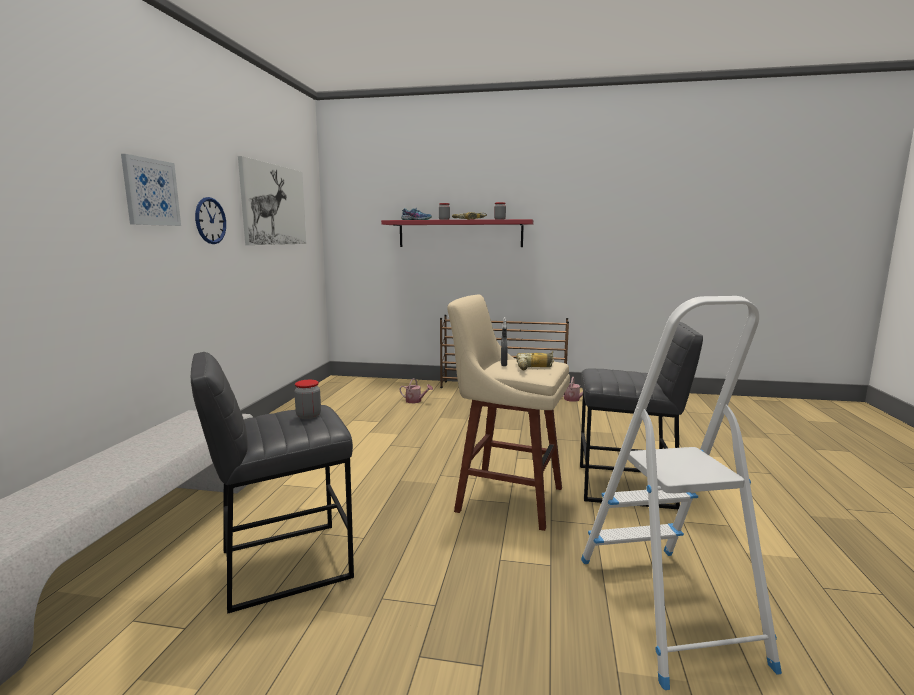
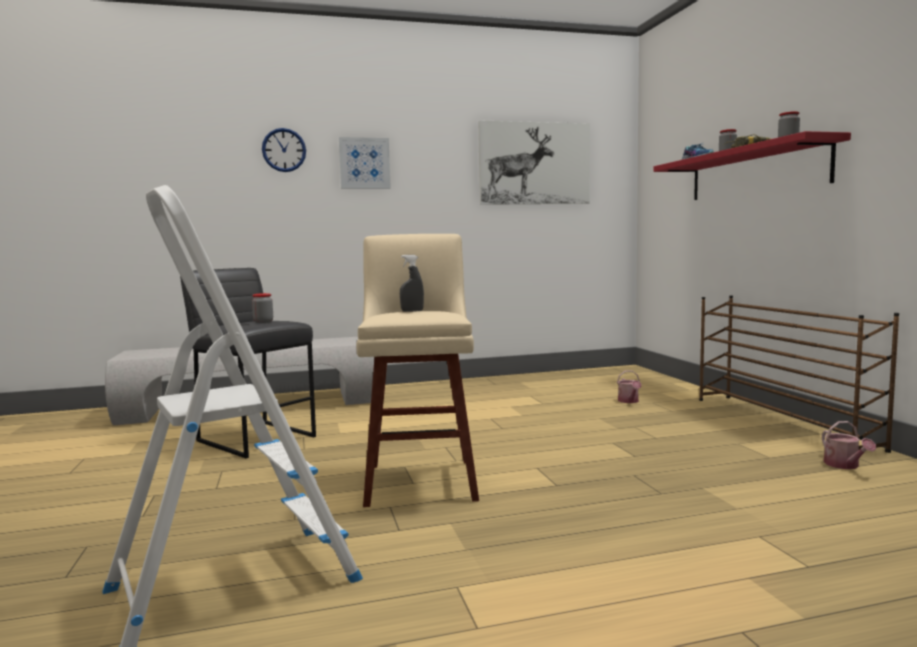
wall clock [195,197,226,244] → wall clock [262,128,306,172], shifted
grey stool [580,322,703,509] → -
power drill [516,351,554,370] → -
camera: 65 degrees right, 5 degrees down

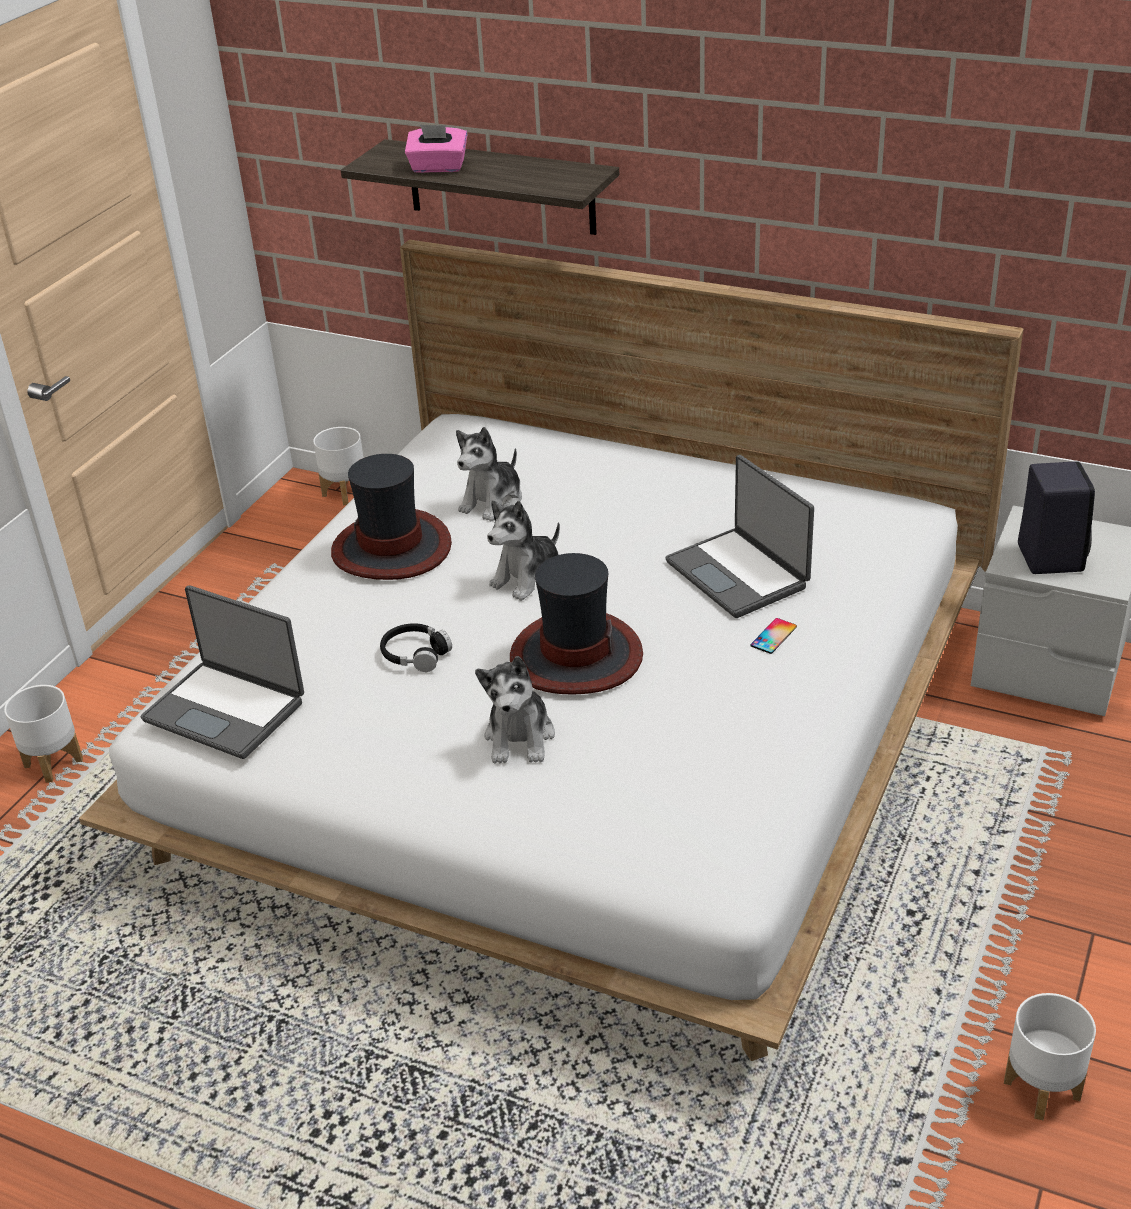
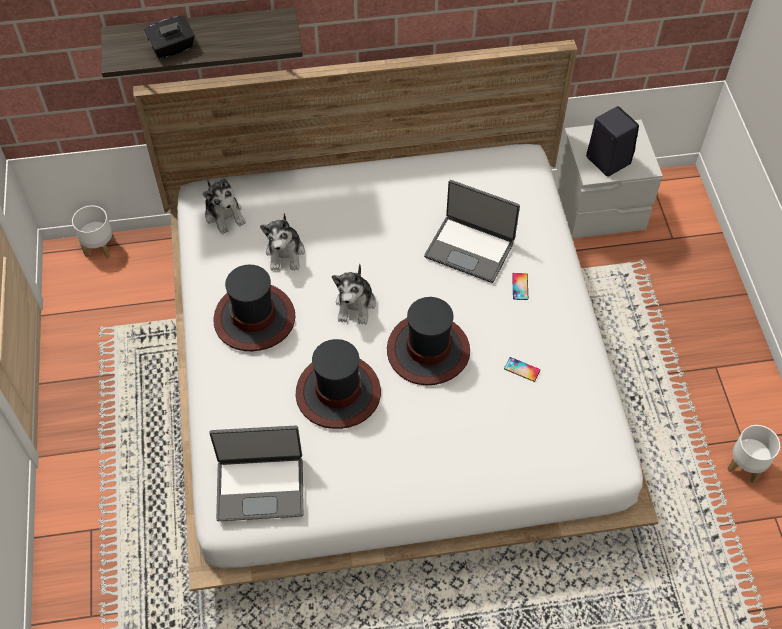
pink tissue box [405,125,468,173] → black tissue box [144,16,195,59]
black headphones [380,623,452,672] → hat [296,339,381,429]
plush toy [475,656,555,763] → plush toy [202,178,246,234], shifted
white planter [4,685,83,783] → -
- → phone [504,357,540,382]
camera: 35 degrees left, 20 degrees up

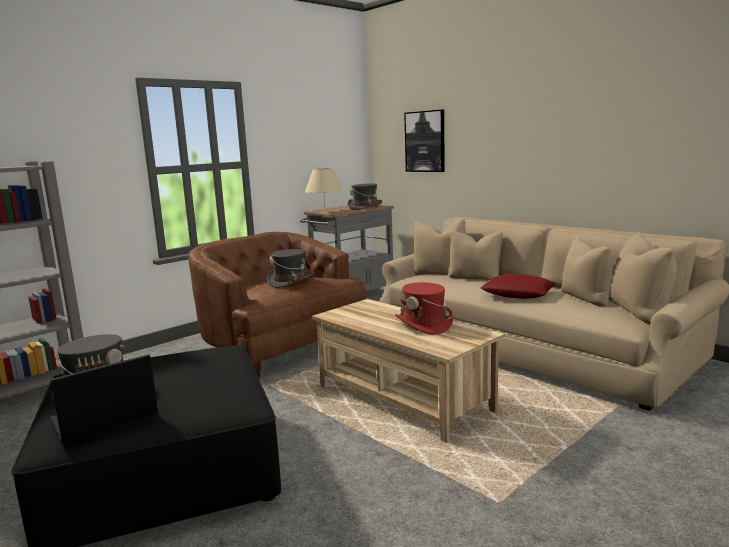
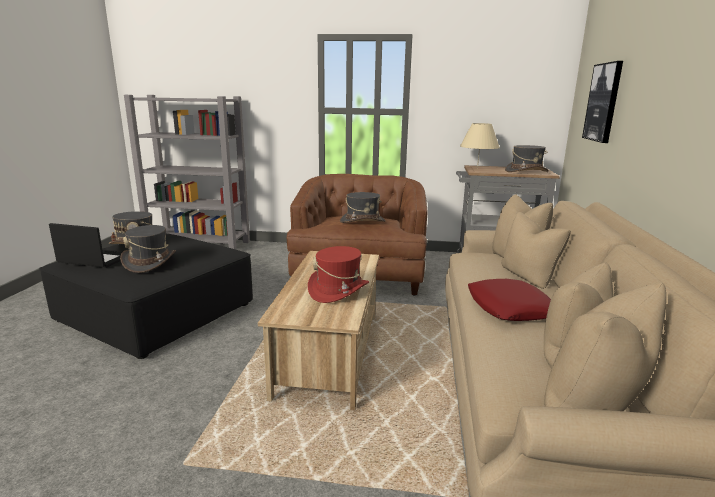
- → grey hat [120,225,176,273]
camera: 50 degrees right, 5 degrees up

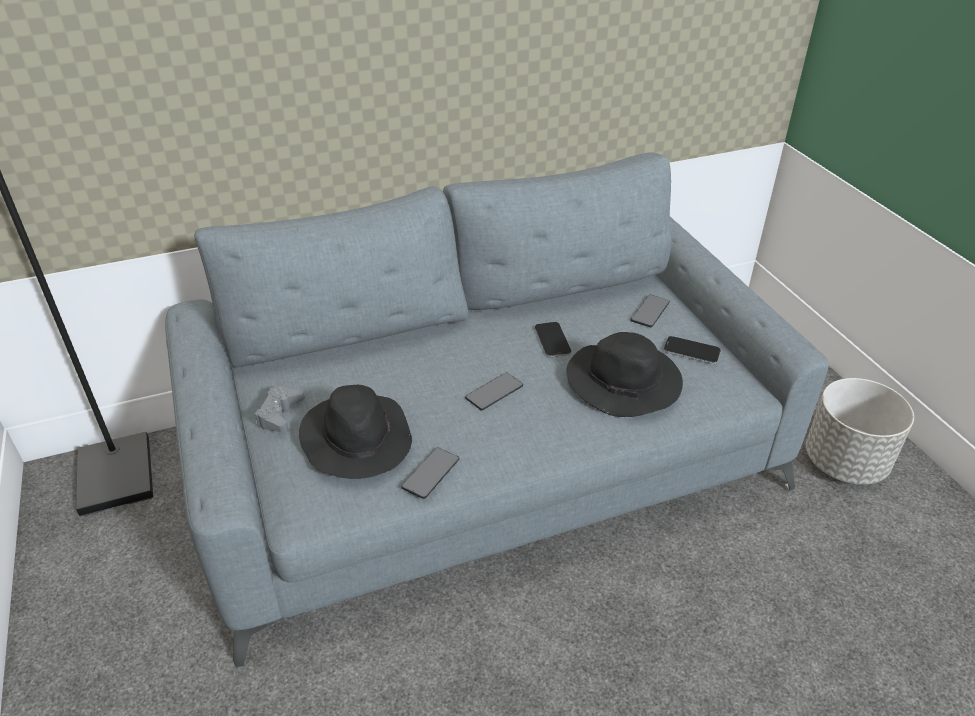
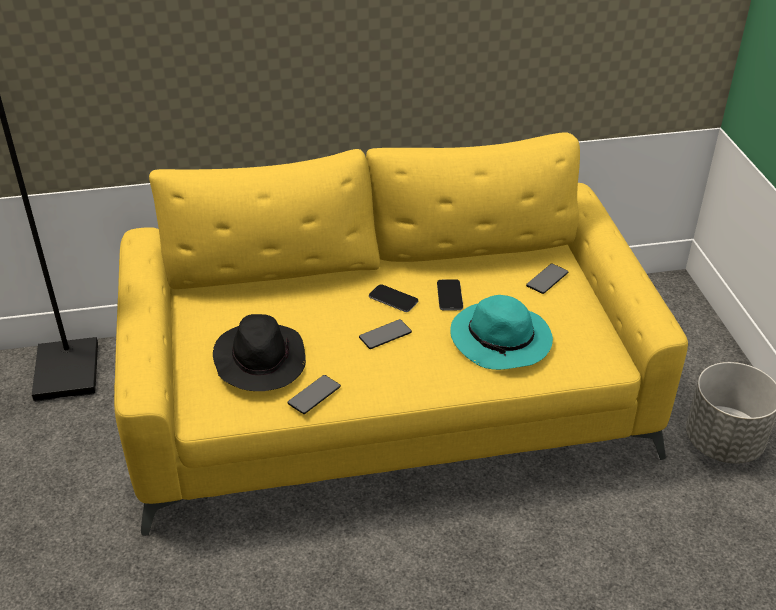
grey sofa [165,152,829,667] → yellow sofa [114,132,688,536]
black hat [566,332,683,417] → turquoise hat [451,295,553,370]
phone [663,336,721,364] → phone [369,284,418,312], shifted
grey game controller [255,386,305,432] → -
camera: 10 degrees right, 0 degrees up

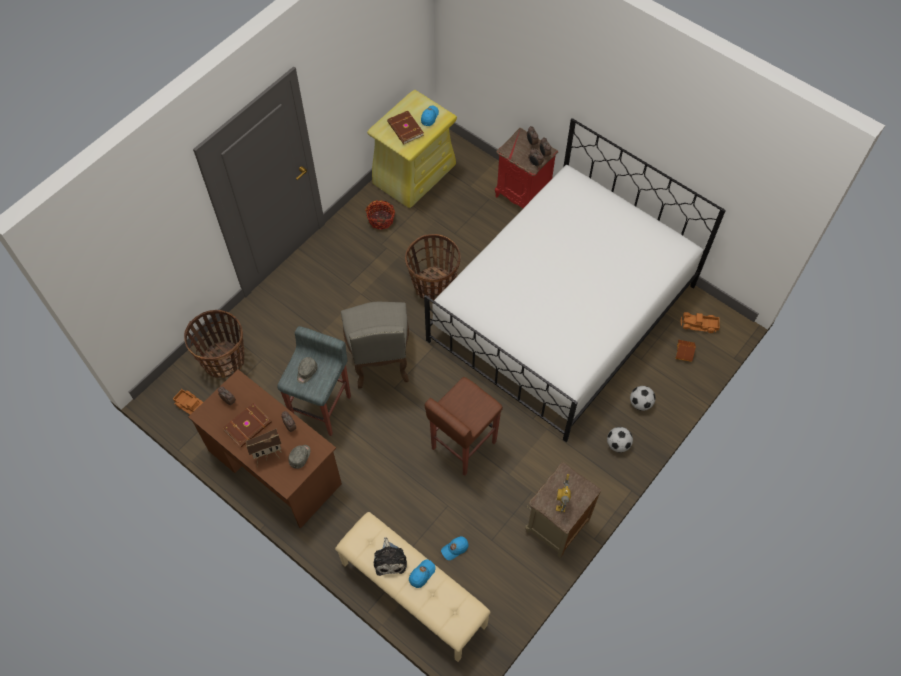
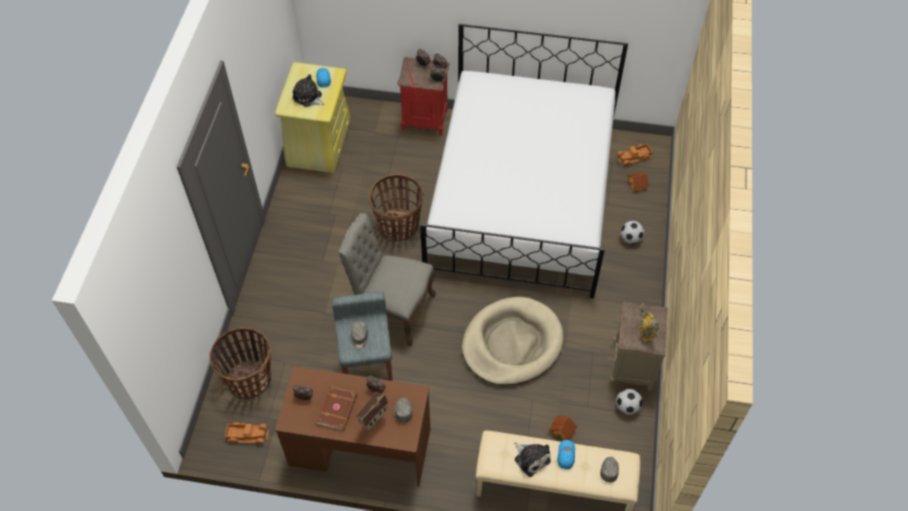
brown book [387,111,424,144] → plush toy [293,74,325,107]
basket [365,200,395,230] → -
grey chair [341,302,409,389] → grey chair [338,213,436,347], 150 degrees clockwise
brown stool [425,377,503,476] → beige dog bed [462,297,564,385]
football [607,427,633,452] → football [616,389,643,415], shifted
blue cap [441,536,469,560] → toy house [549,416,577,440]
- → grey cap [600,457,619,482]
camera: 30 degrees left, 5 degrees down

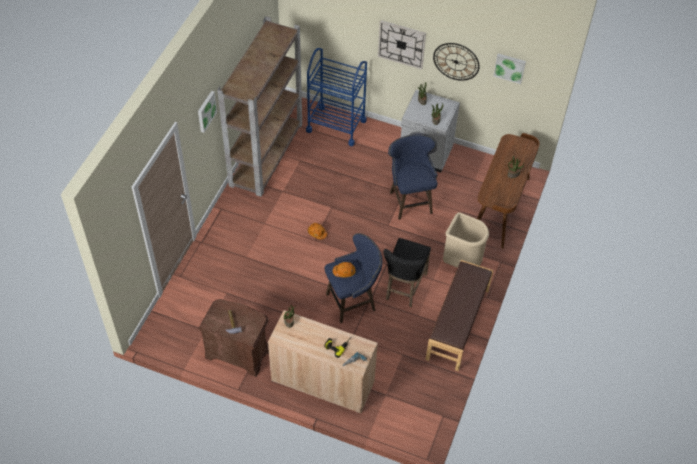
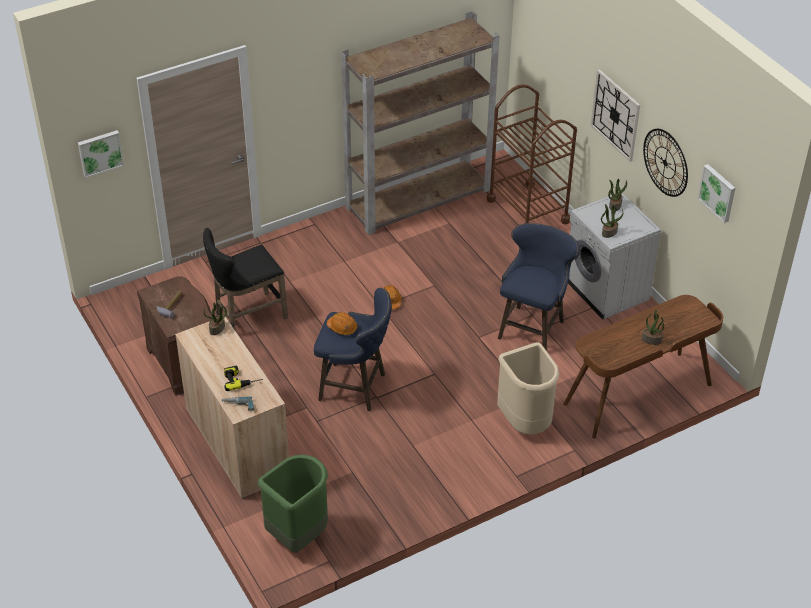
blue cart [306,48,367,146] → brown cart [487,84,577,224]
picture [198,91,217,133] → picture [78,130,124,178], shifted
black stool [383,238,431,307] → black stool [203,228,288,331], shifted
brown bench [425,260,493,371] → -
- → green trash can [258,455,328,553]
camera: 40 degrees right, 10 degrees down

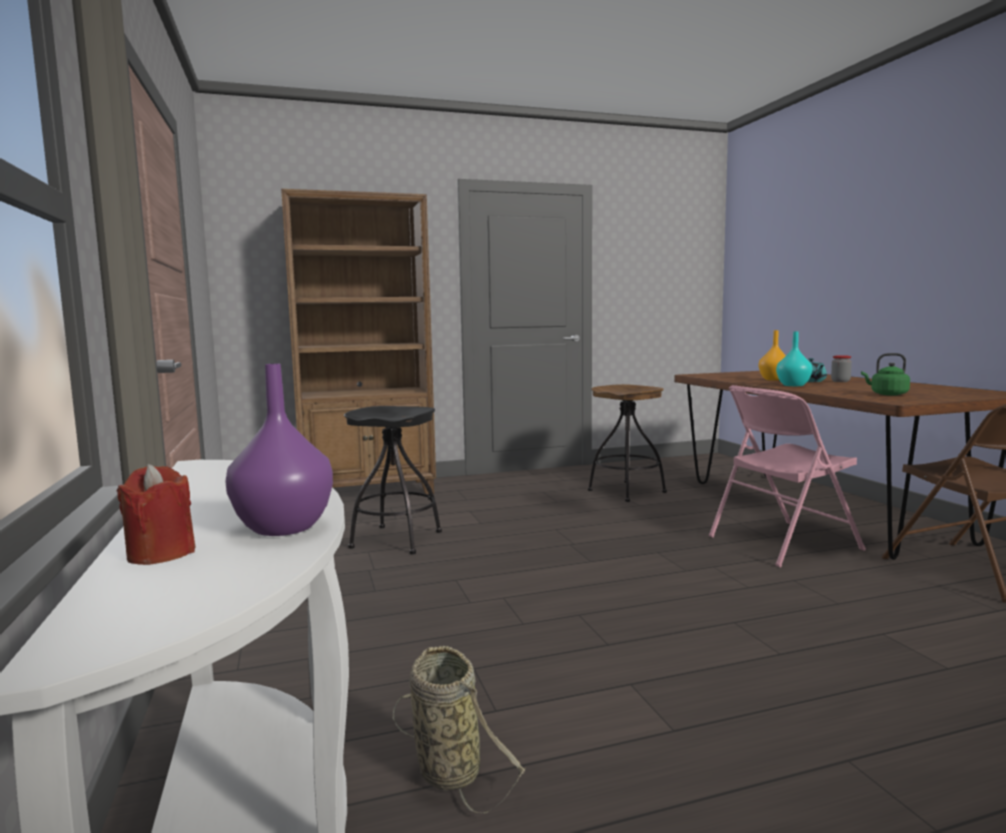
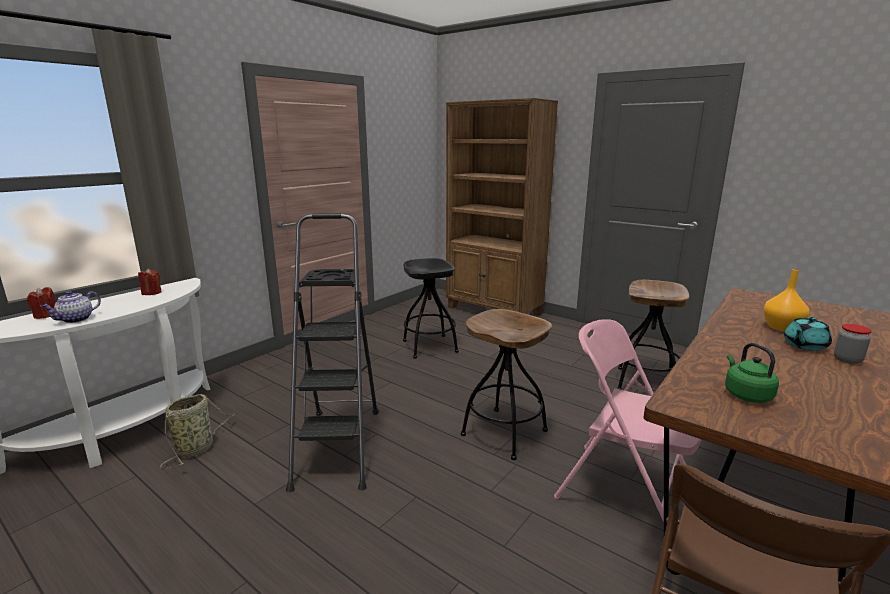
turquoise vase [776,331,812,386] → -
purple vase [225,364,333,536] → teapot [41,291,101,323]
- → step ladder [286,213,379,492]
- → red candle [138,268,162,295]
- → brown stool [461,309,552,460]
camera: 55 degrees right, 10 degrees up

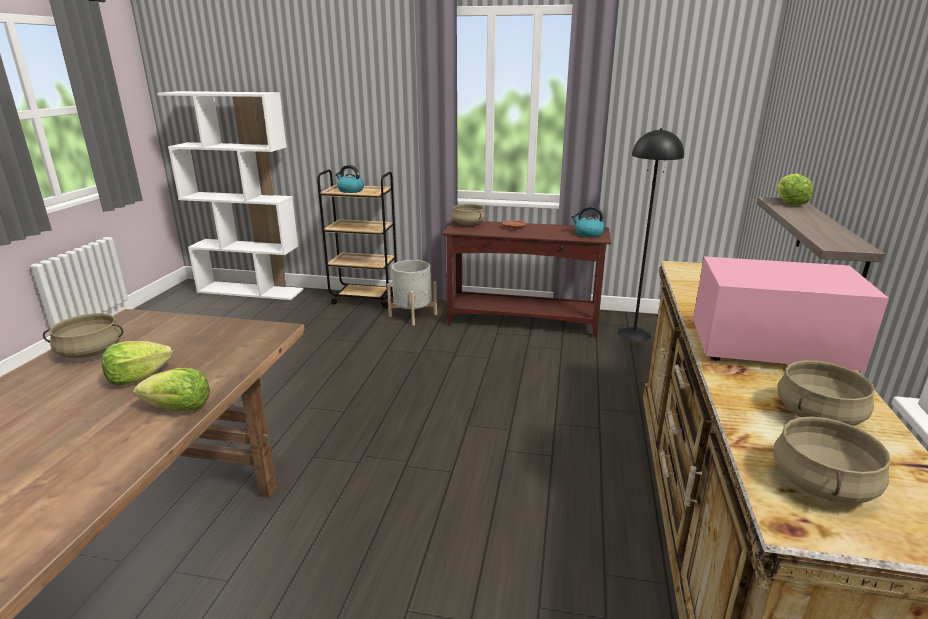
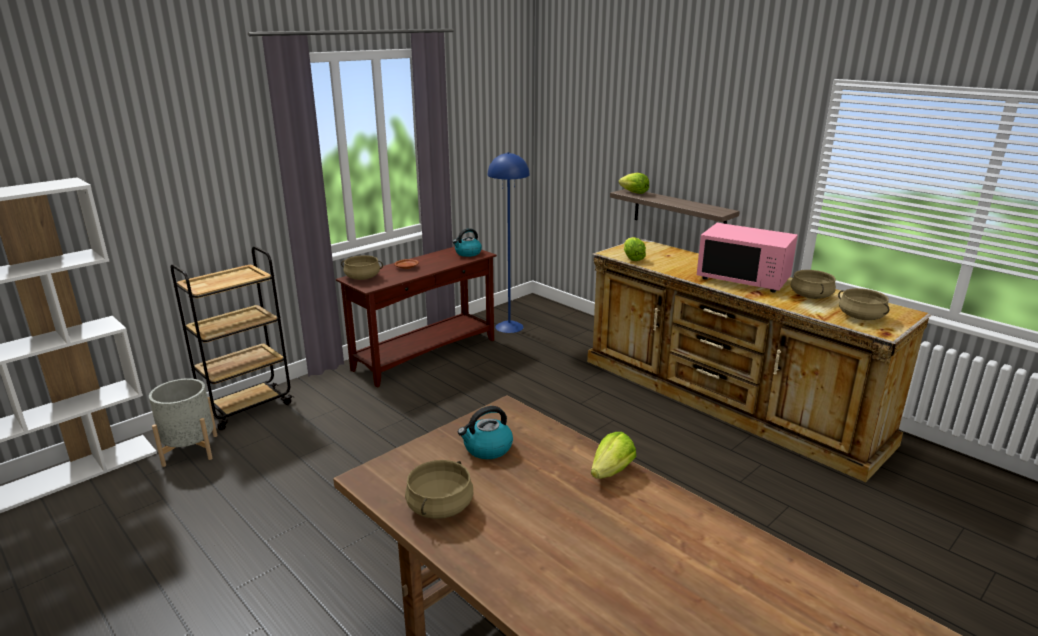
black floor lamp [618,128,684,342] → blue floor lamp [488,152,530,333]
kettle [335,165,364,193] → kettle [458,406,513,459], shifted
pink microwave [693,256,889,371] → pink microwave [697,223,798,292], 105 degrees counterclockwise
grey planter [387,260,437,326] → grey planter [149,378,218,467], shifted
lettuce [101,341,173,386] → lettuce [624,237,646,261], shifted
camera: 55 degrees left, 0 degrees up

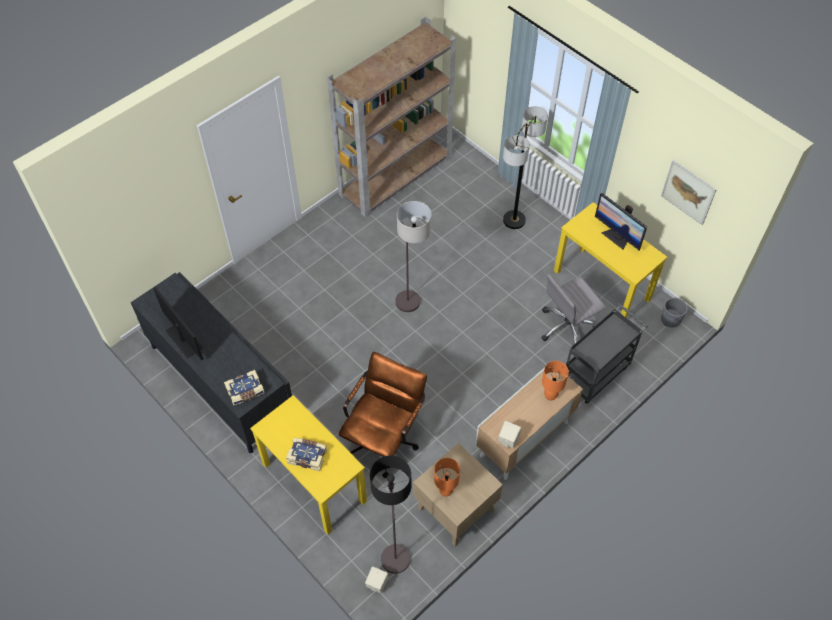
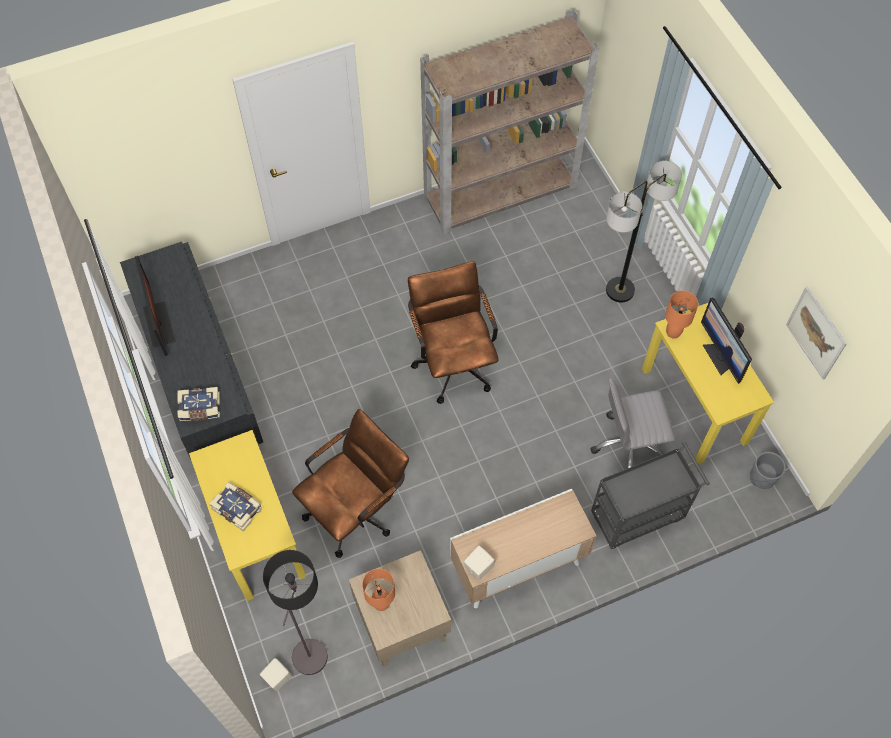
grey floor lamp [395,201,432,312] → brown office chair [408,261,499,404]
orange table lamp [542,361,569,401] → orange table lamp [665,290,698,339], shifted
camera: 20 degrees right, 5 degrees up

